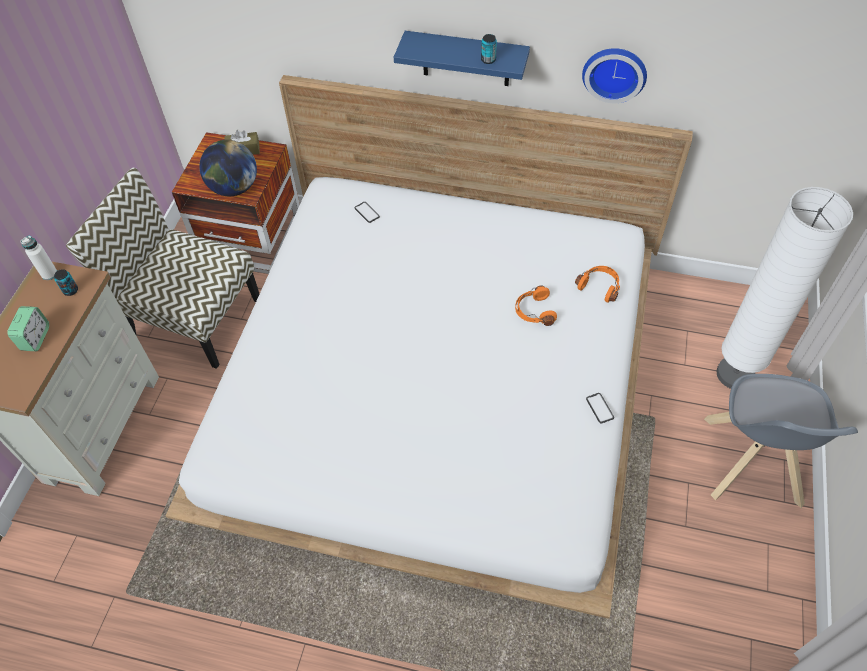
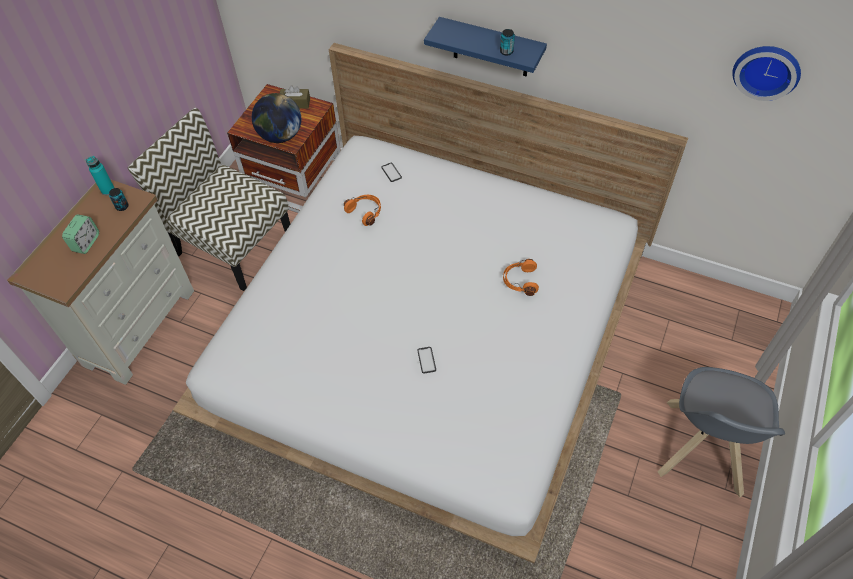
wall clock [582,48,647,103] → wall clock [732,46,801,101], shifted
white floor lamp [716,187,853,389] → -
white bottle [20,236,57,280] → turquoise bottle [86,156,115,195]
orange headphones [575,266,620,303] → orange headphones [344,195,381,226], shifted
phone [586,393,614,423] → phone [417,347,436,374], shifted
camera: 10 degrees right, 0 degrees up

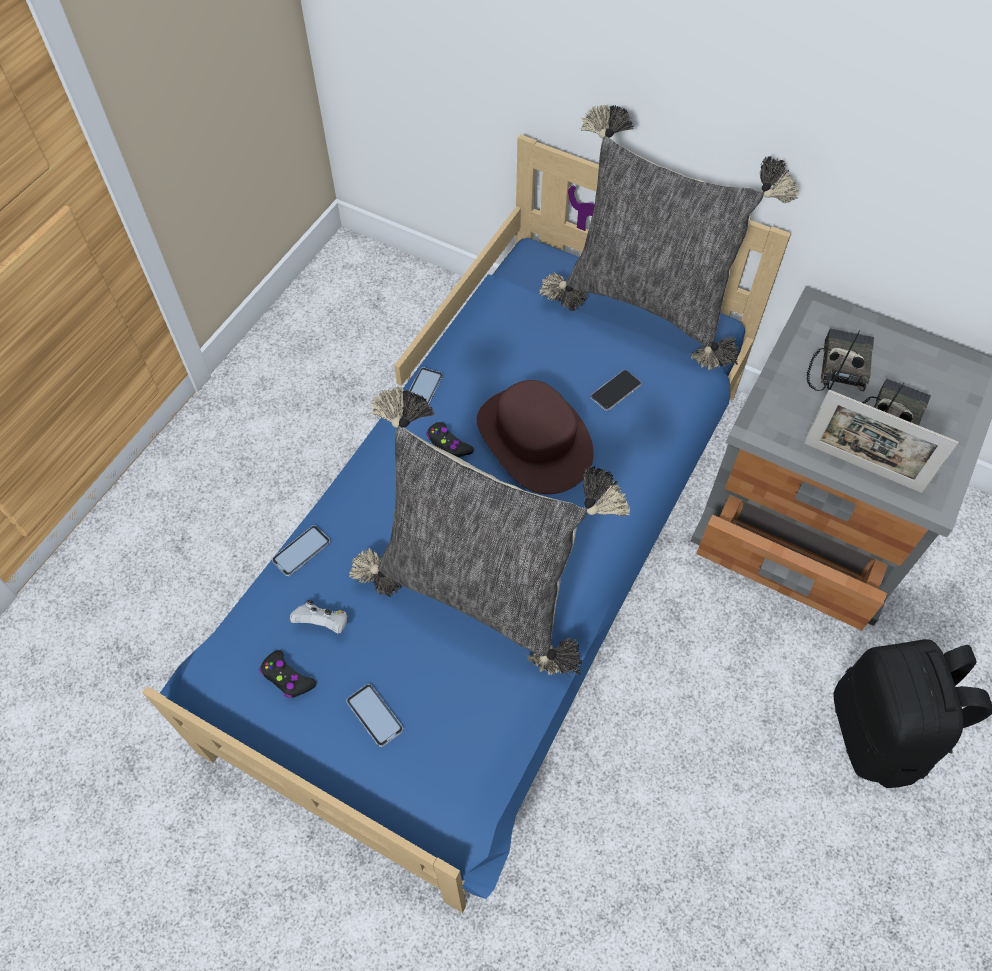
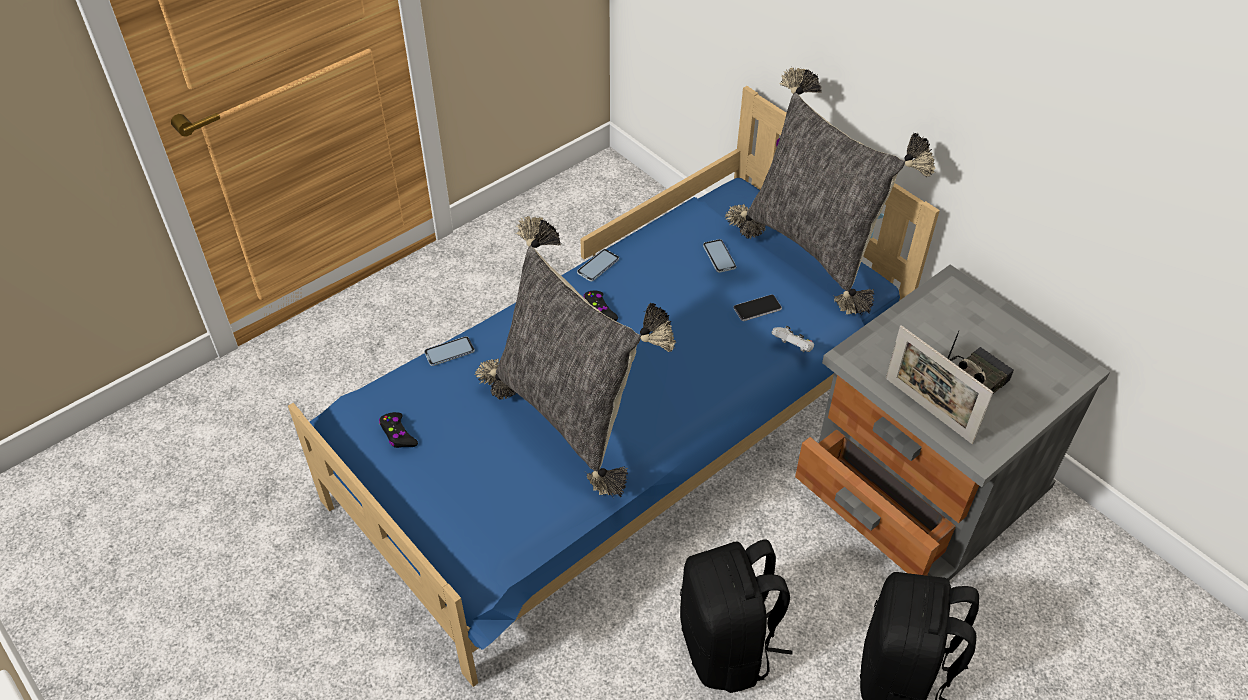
radio [806,328,874,391] → -
brown hat [477,380,594,494] → -
white game controller [290,600,347,634] → white game controller [771,326,814,352], shifted
phone [347,684,403,747] → phone [703,239,737,273], shifted
- → black backpack [680,540,792,693]
camera: 20 degrees right, 10 degrees down

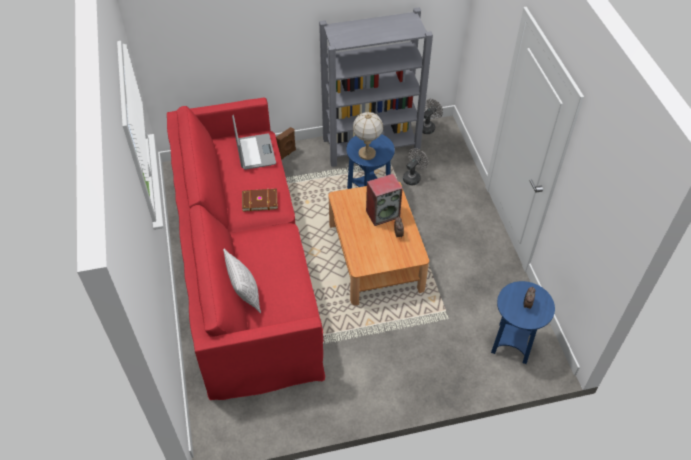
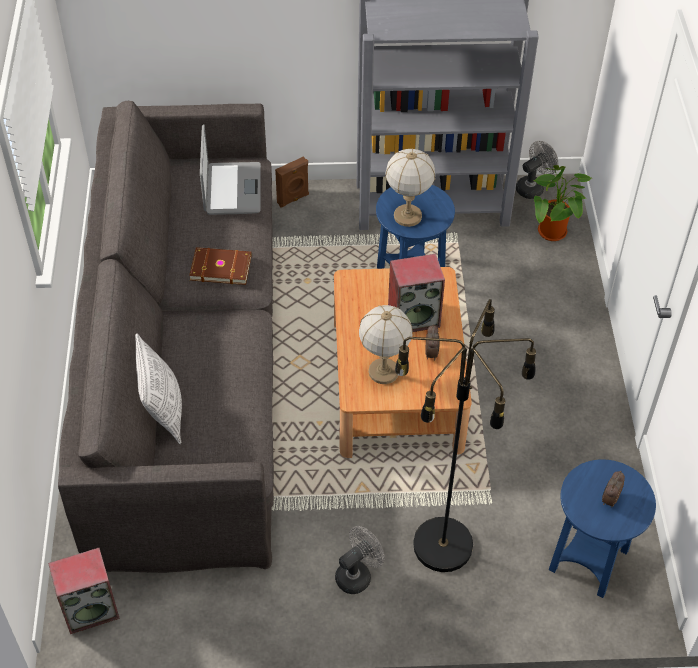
red sofa [167,97,325,400] → grey sofa [58,101,274,573]
grey fan [403,148,428,185] → grey fan [335,526,384,594], shifted
- → potted plant [533,165,591,241]
- → floor lamp [395,299,536,572]
- → table lamp [359,305,413,384]
- → speaker [48,548,120,634]
camera: 10 degrees right, 0 degrees up

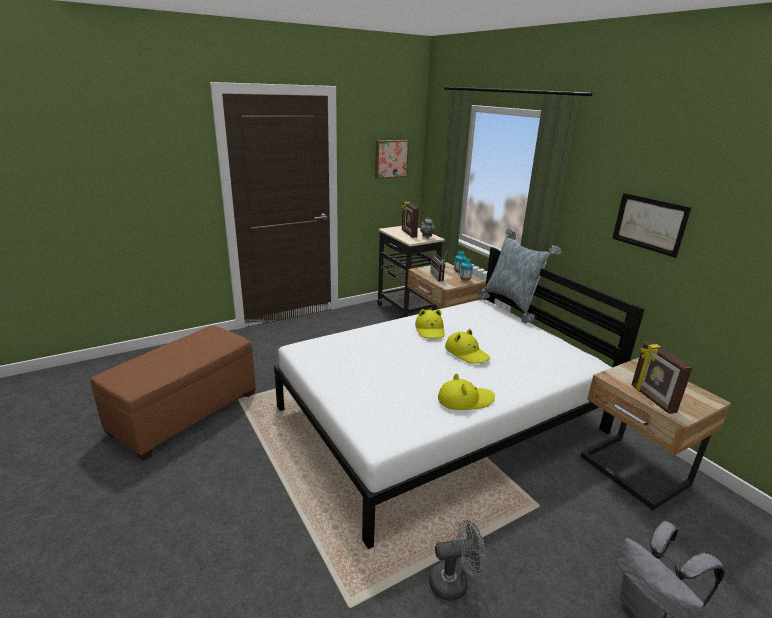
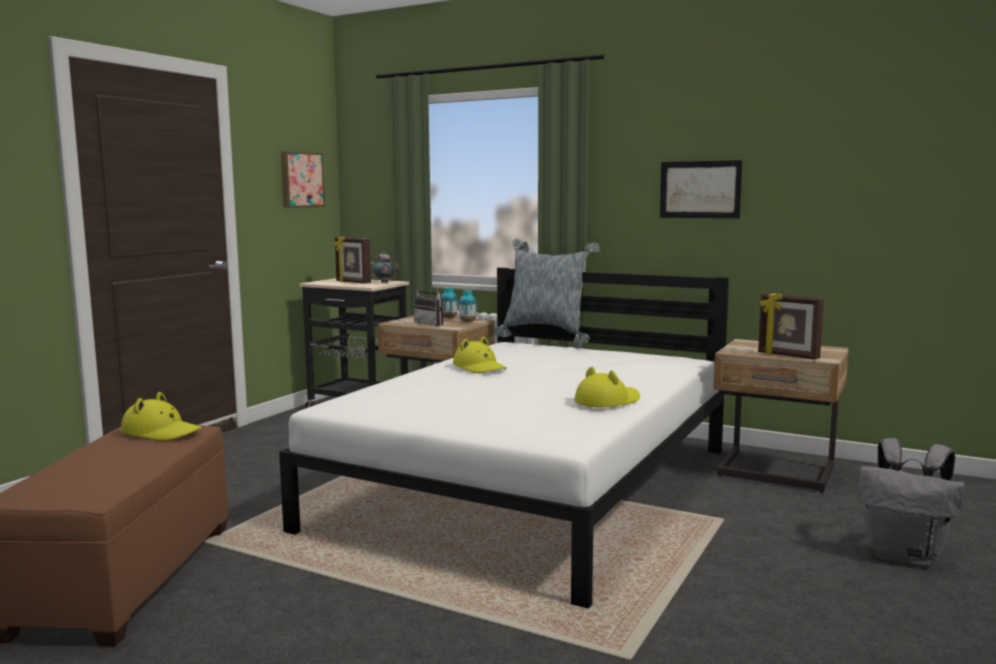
yellow hat [445,329,490,364] → yellow hat [121,392,202,441], shifted
grey fan [429,520,486,601] → -
camera: 30 degrees left, 15 degrees down

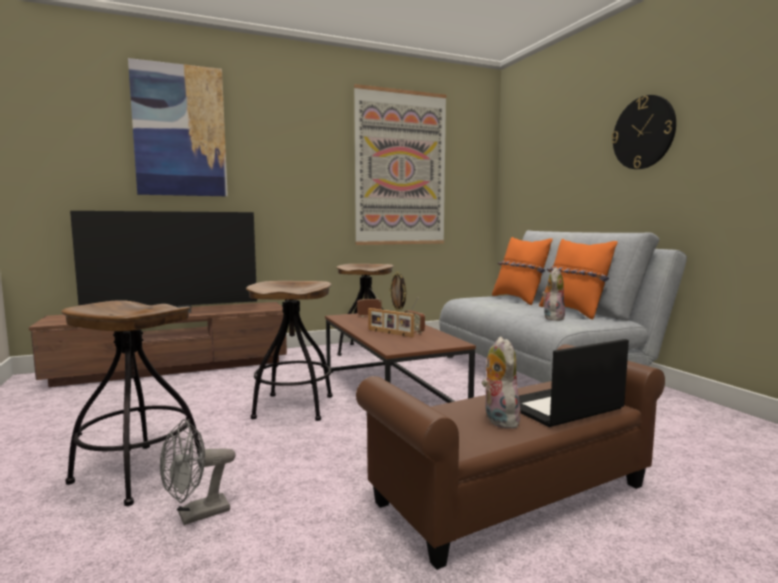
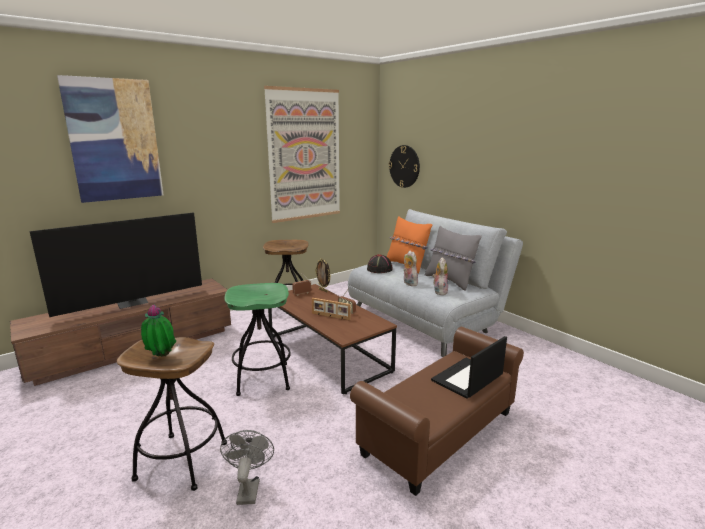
wall clock [612,95,676,169] → wall clock [389,145,420,188], shifted
orange pillow [539,239,618,319] → grey pillow [425,226,482,291]
brown stool [246,281,333,421] → green stool [224,283,291,396]
plush toy [482,337,521,429] → plush toy [403,251,418,286], shifted
grey fan [160,419,235,525] → grey fan [220,430,274,505], 135 degrees clockwise
- → black hat [367,254,393,273]
- → potted plant [141,304,177,356]
camera: 15 degrees left, 10 degrees up

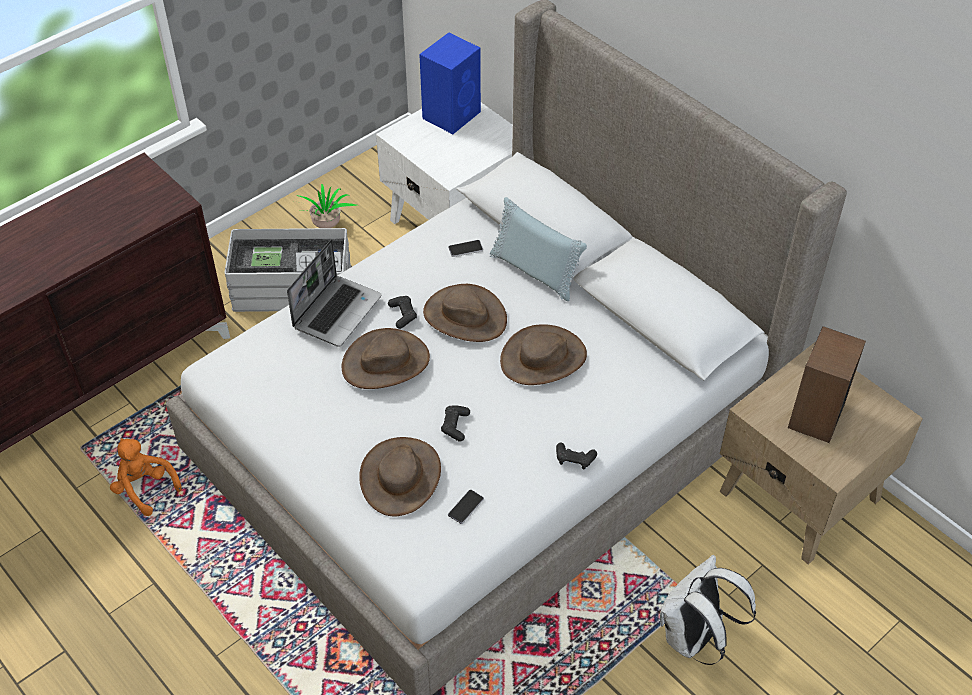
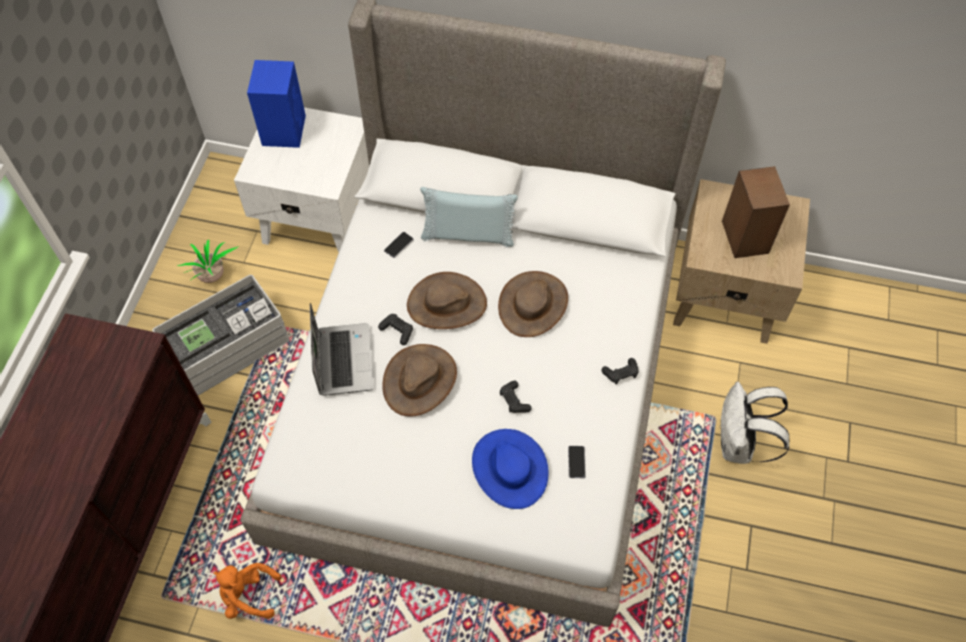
brown hat [359,437,441,517] → blue hat [472,429,548,509]
camera: 35 degrees left, 10 degrees up

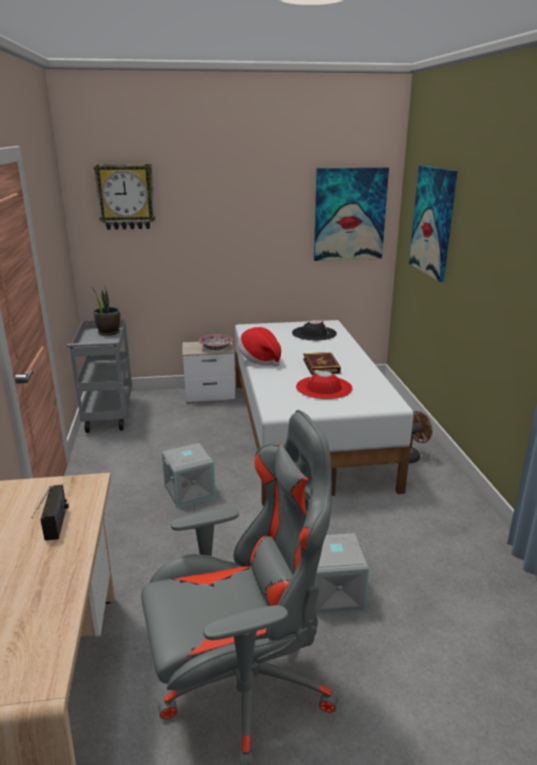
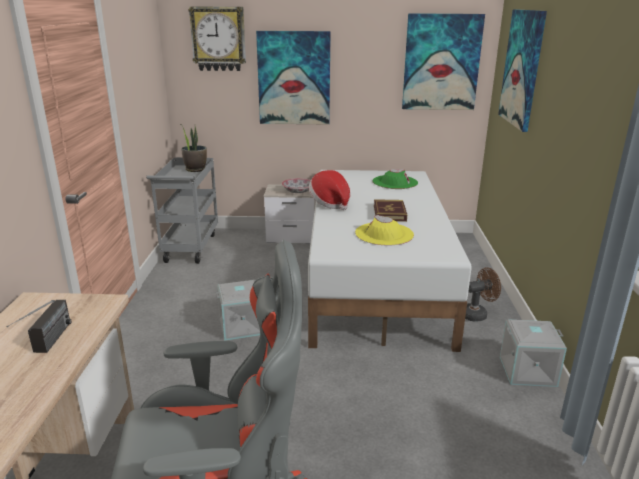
black hat [292,320,337,341] → green hat [372,169,418,189]
red hat [296,370,353,399] → yellow hat [355,215,414,245]
grey storage box [315,533,369,614] → grey storage box [500,320,567,387], shifted
- → picture [256,31,331,125]
camera: 10 degrees right, 0 degrees up

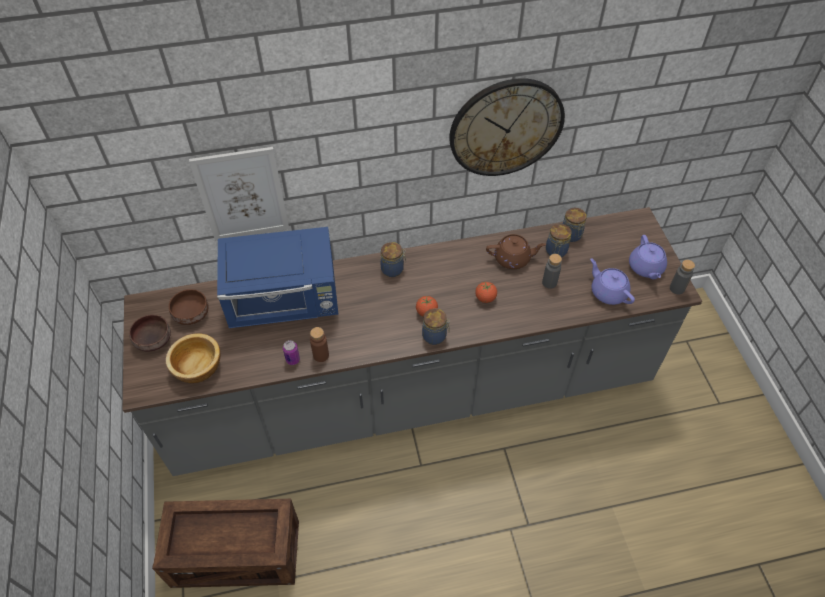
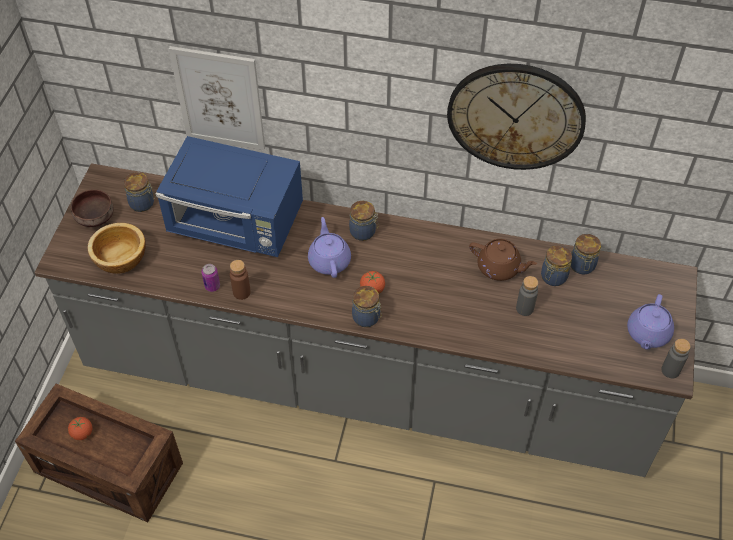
purple teapot [590,258,635,305] → purple teapot [308,217,351,278], shifted
tomato [475,282,497,303] → tomato [68,417,92,440], shifted
brown bowl [169,289,208,325] → jar [124,172,155,212]
camera: 25 degrees right, 0 degrees up

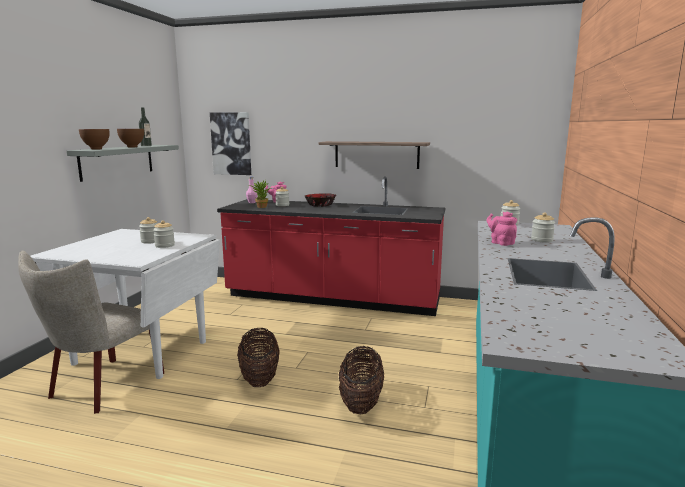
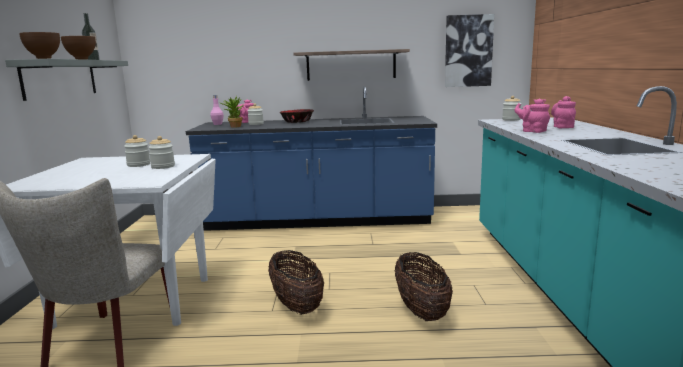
picture [210,112,251,175] → picture [445,14,494,87], shifted
red counter [217,176,445,316] → blue counter [186,86,437,231]
jar [531,213,555,243] → pink teapot [551,96,576,128]
camera: 15 degrees left, 0 degrees up

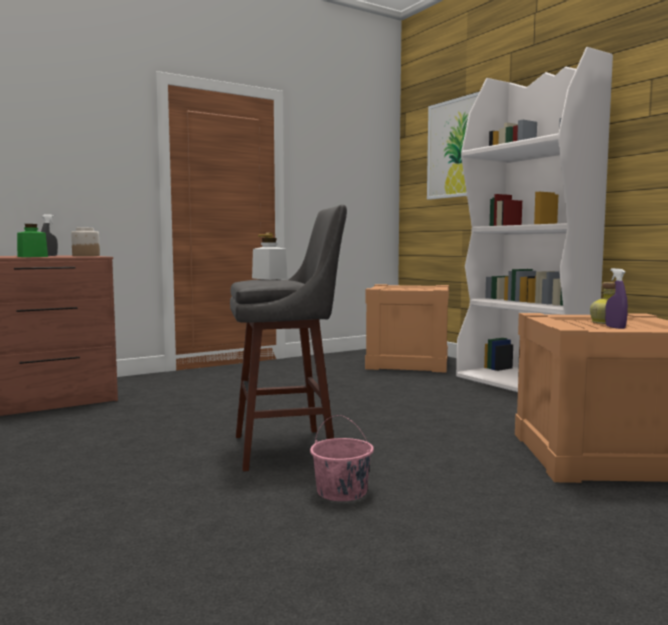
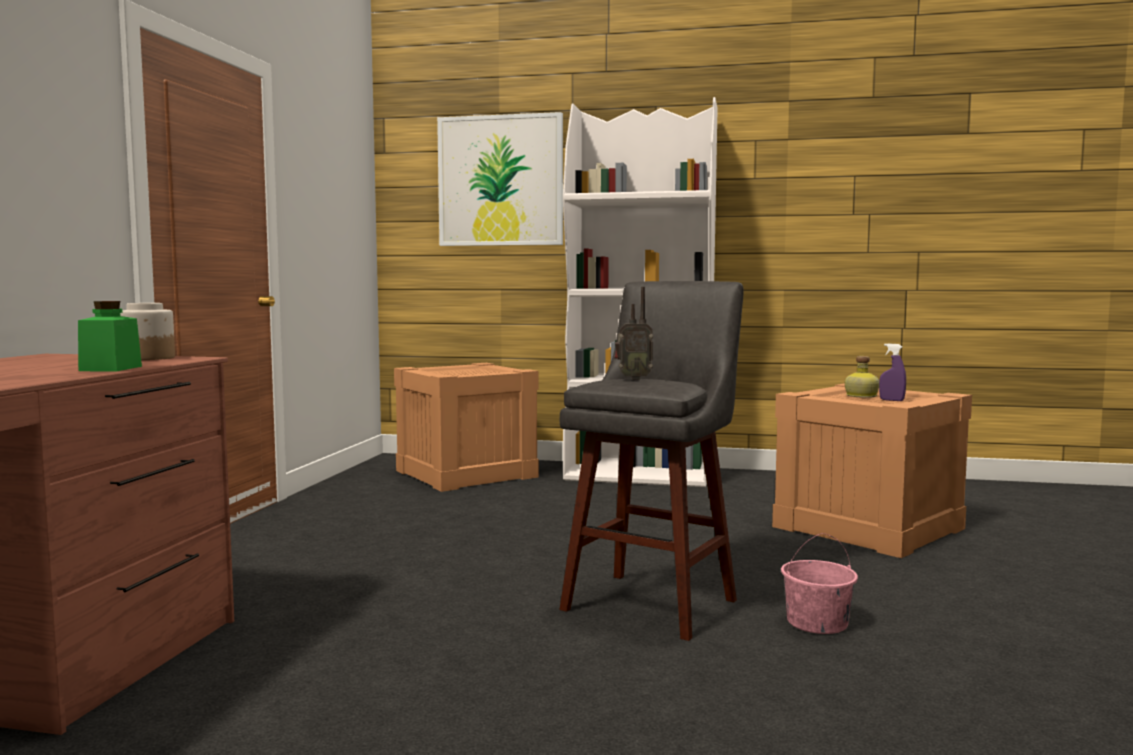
grey spray bottle [41,214,58,256] → -
white jar [252,238,288,280] → radio [615,287,653,380]
camera: 45 degrees left, 0 degrees up

